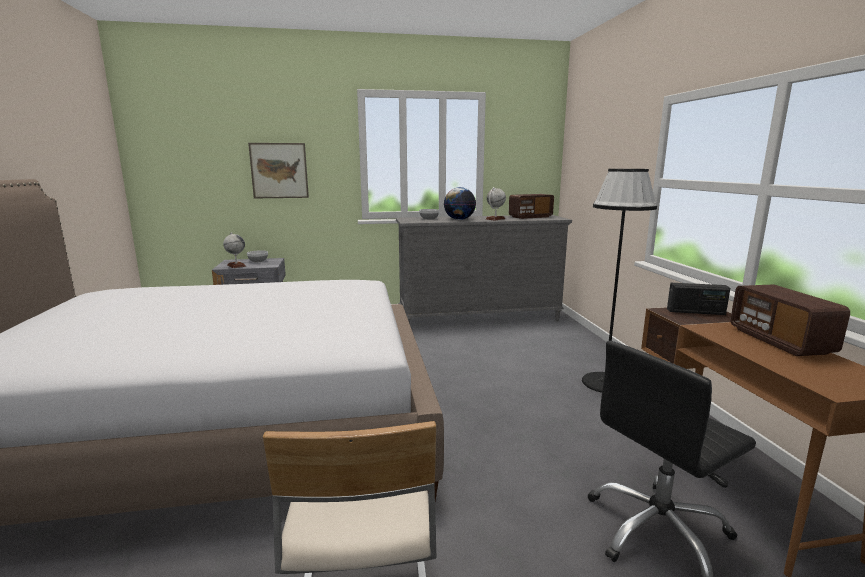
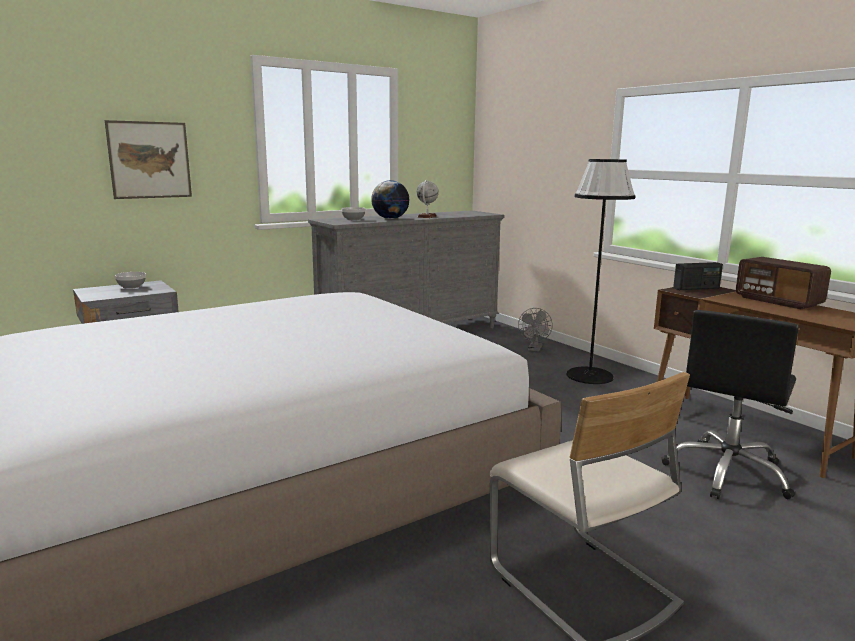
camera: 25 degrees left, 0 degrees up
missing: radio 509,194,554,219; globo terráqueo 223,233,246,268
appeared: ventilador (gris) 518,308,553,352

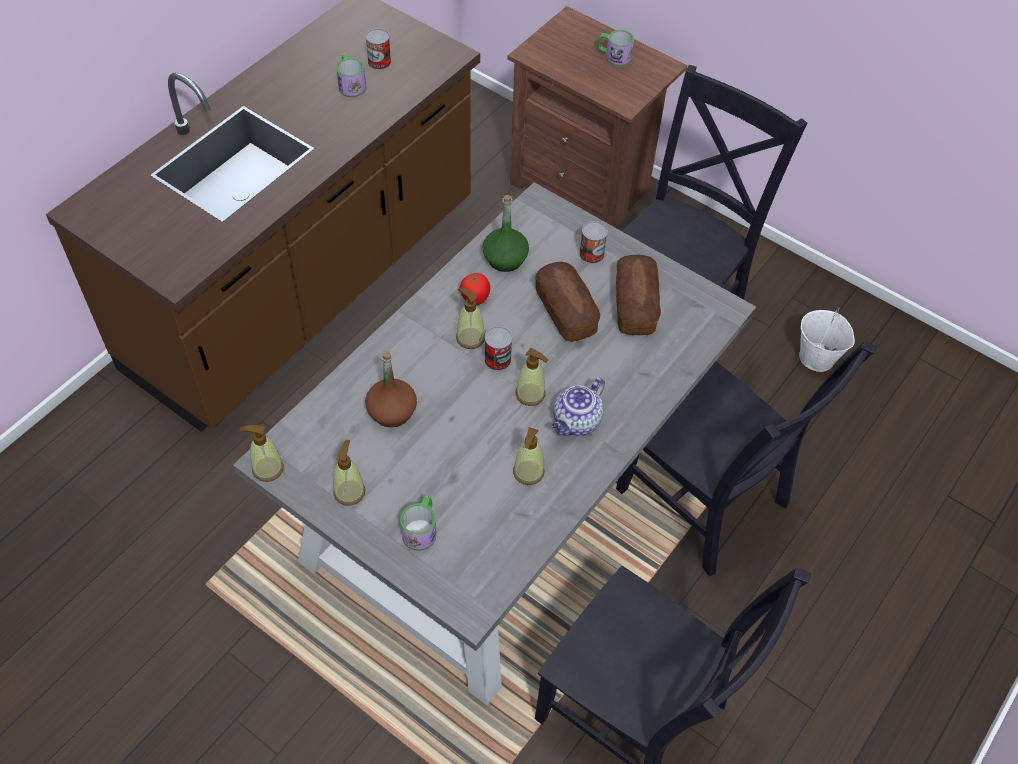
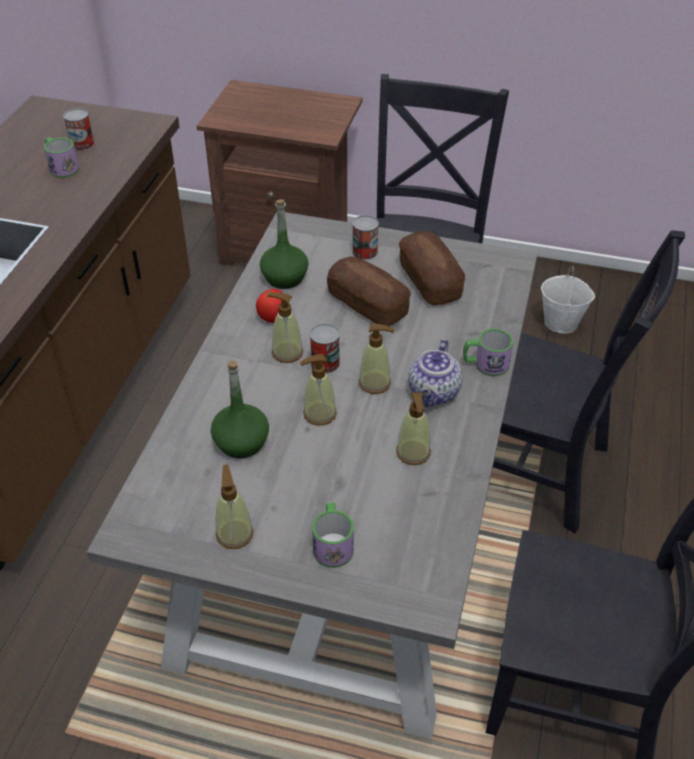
camera: 20 degrees left, 10 degrees down
relocated: taza grande 598,30,634,66 to 463,329,513,376; dispensador de jabón 240,425,284,482 to 300,354,337,426
colour: botella (marrón) 365,351,417,427 to botella (verde) 211,361,269,458

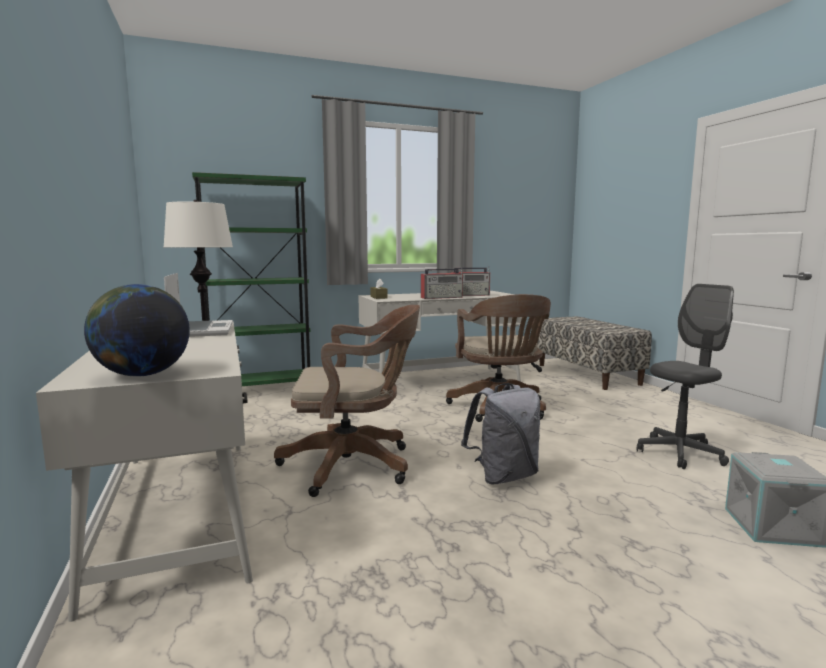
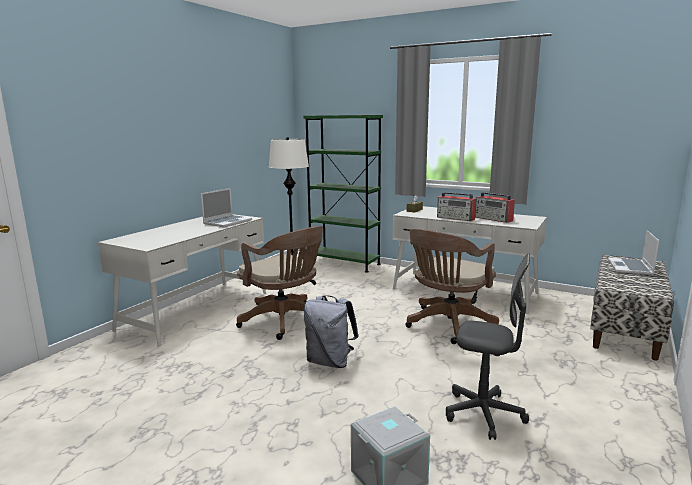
camera: 50 degrees right, 5 degrees up
missing: globo terráqueo 84,284,190,377
appeared: portátil 608,230,659,275

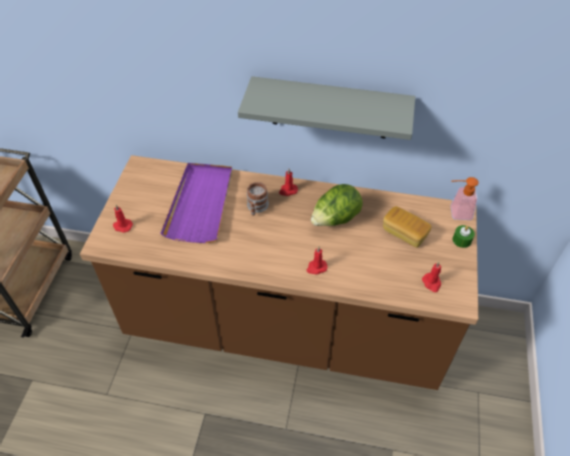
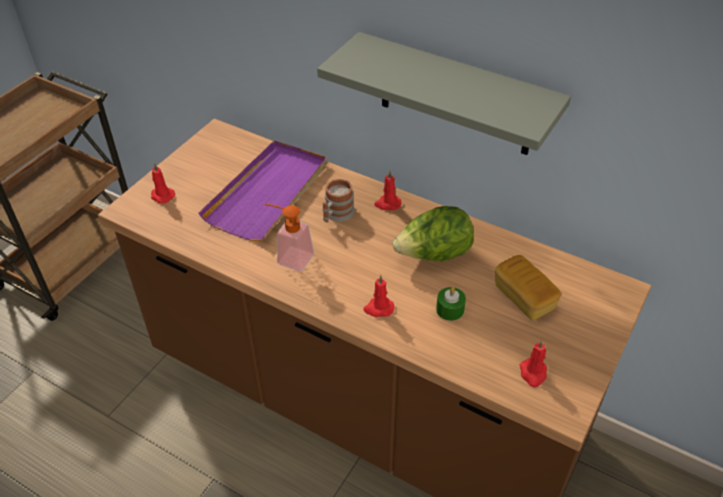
camera: 20 degrees right, 5 degrees down
relocated: dispensador de jabón 450,177,479,220 to 265,204,314,271; vela (verde) 453,225,475,248 to 436,287,466,321

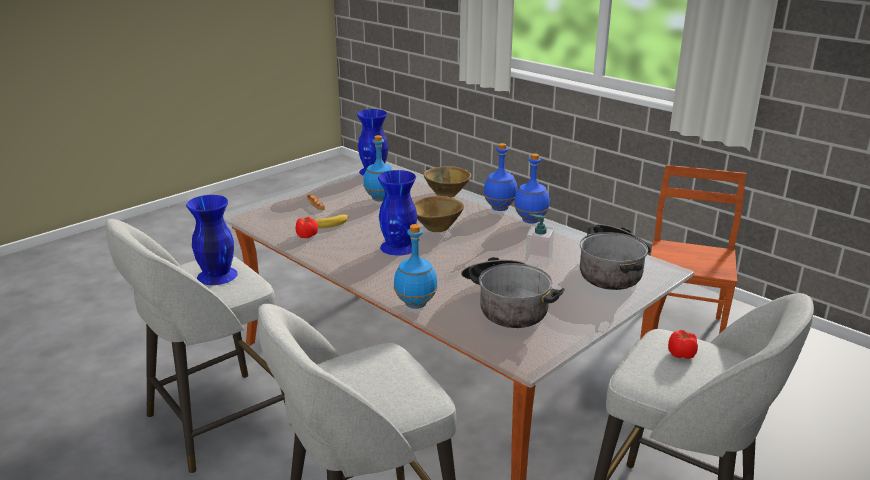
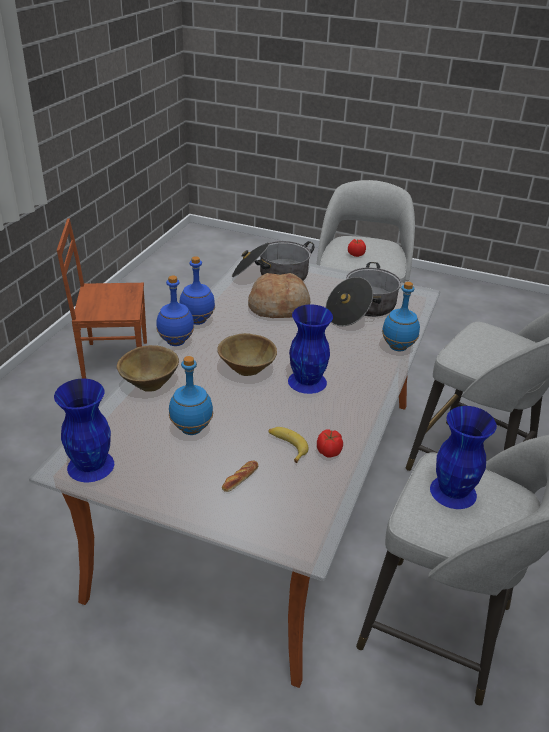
camera: 115 degrees left, 10 degrees up
exchanged: dispensador de jabón 525,214,554,268 to pan 248,273,310,318

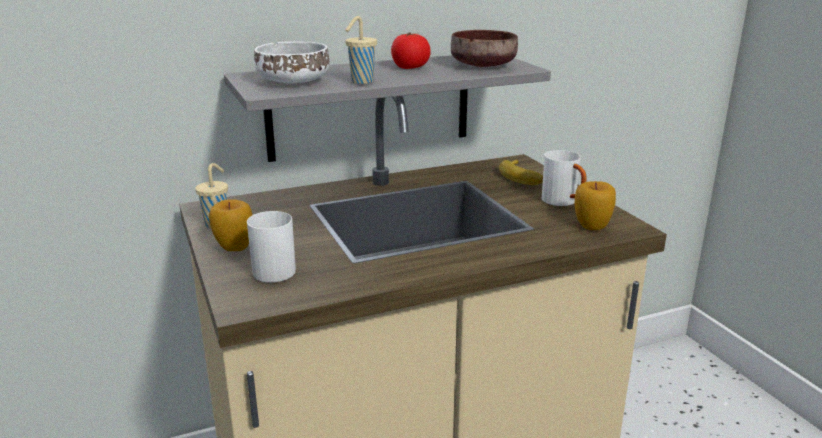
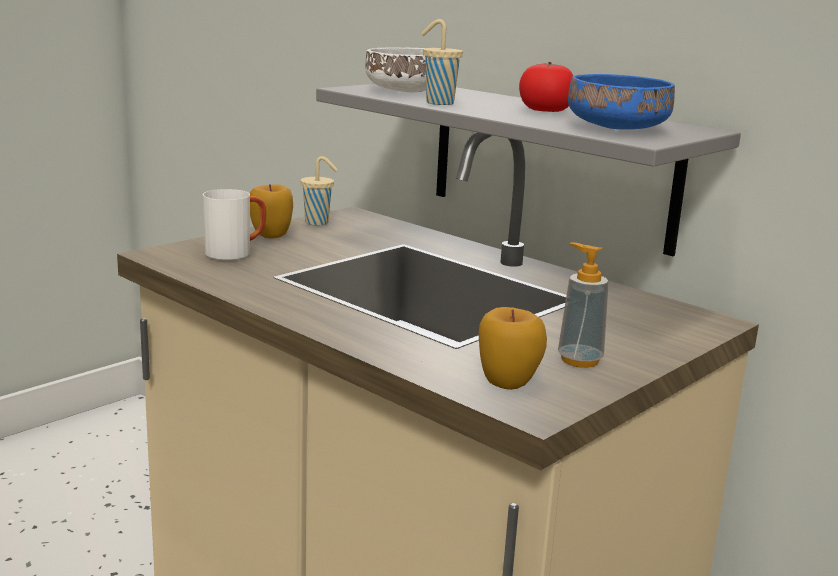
camera: 65 degrees right, 5 degrees down
missing: plátano 499,159,543,185
exchanged: taza grande (blanco) 542,150,587,206 to dispensador de jabón 558,243,609,368
colour: cuenco (marrón) 451,30,518,67 to cuenco (azul) 568,74,675,130

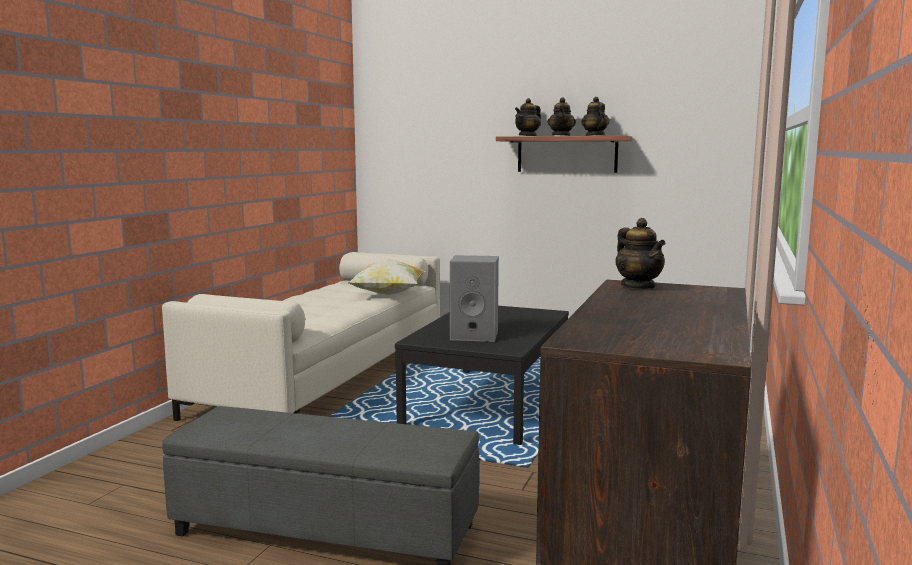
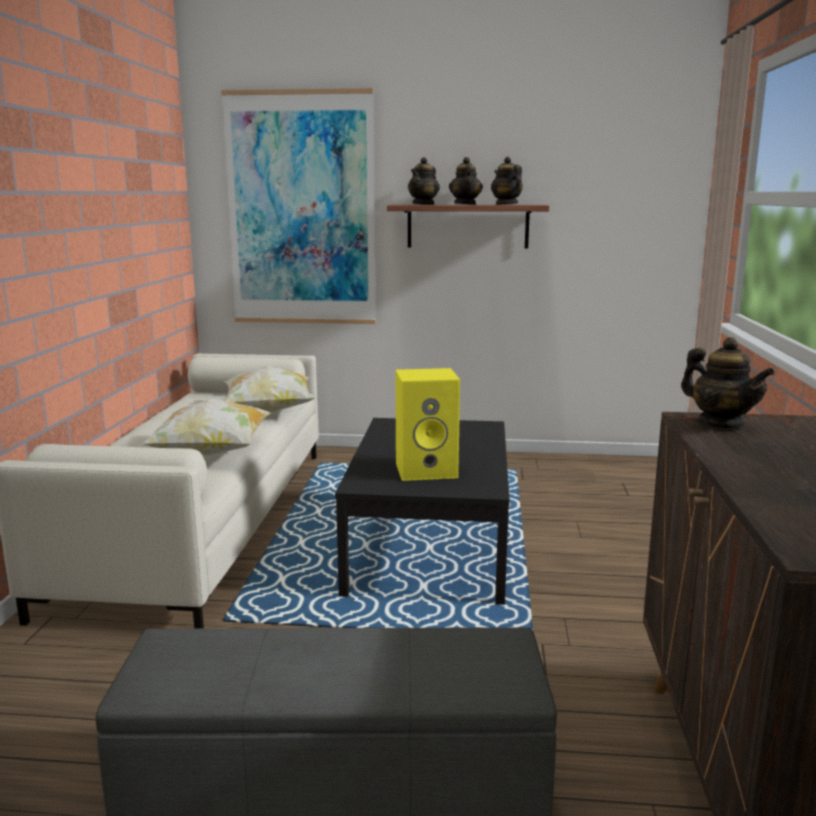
camera: 15 degrees left, 5 degrees up
appeared: cuadro 221,88,376,324; cojín 142,399,271,455
colour: altavoz (gris) 450,255,499,342 to altavoz (amarillo) 396,368,460,481

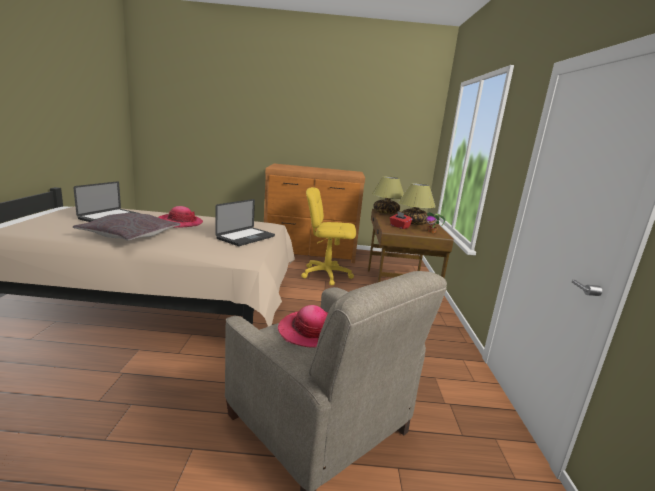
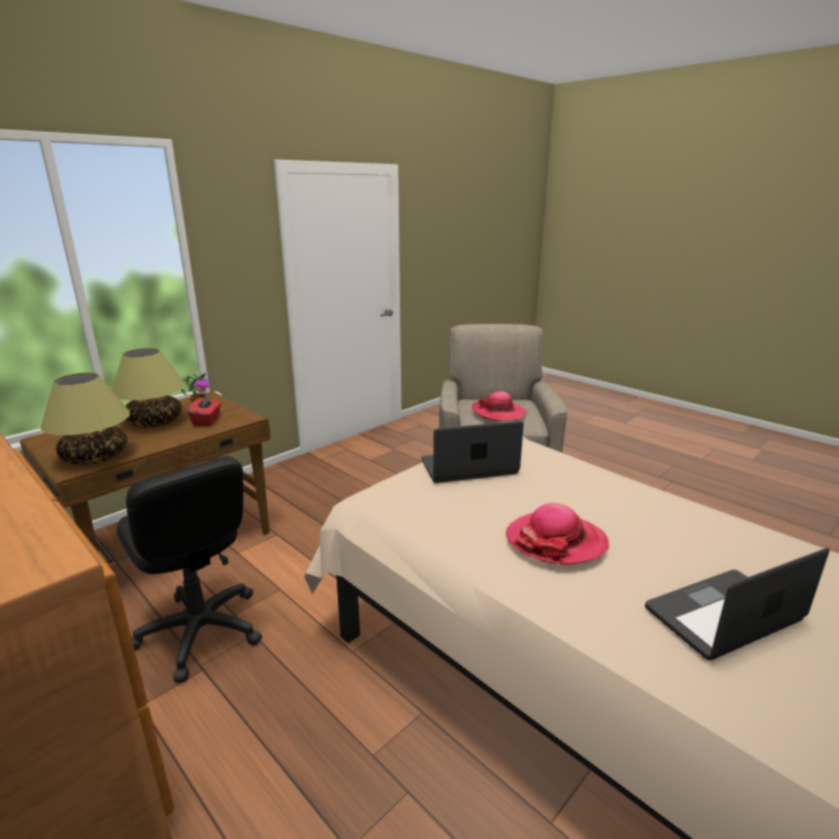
camera: 135 degrees left, 5 degrees up
missing: cojín (gris) 73,213,181,241
colour: silla de oficina (amarillo) 301,187,356,285 to silla de oficina (negro) 117,456,262,683

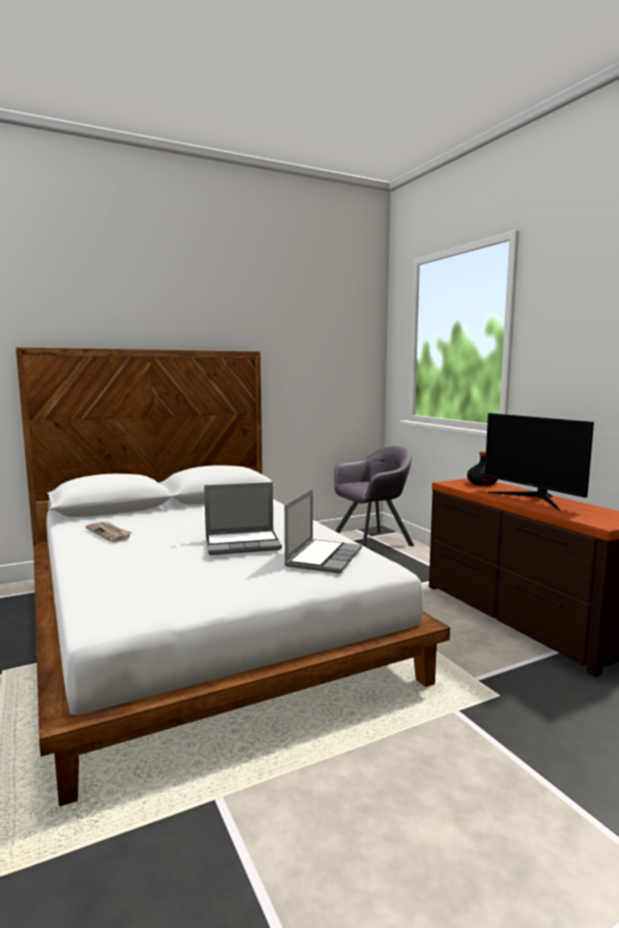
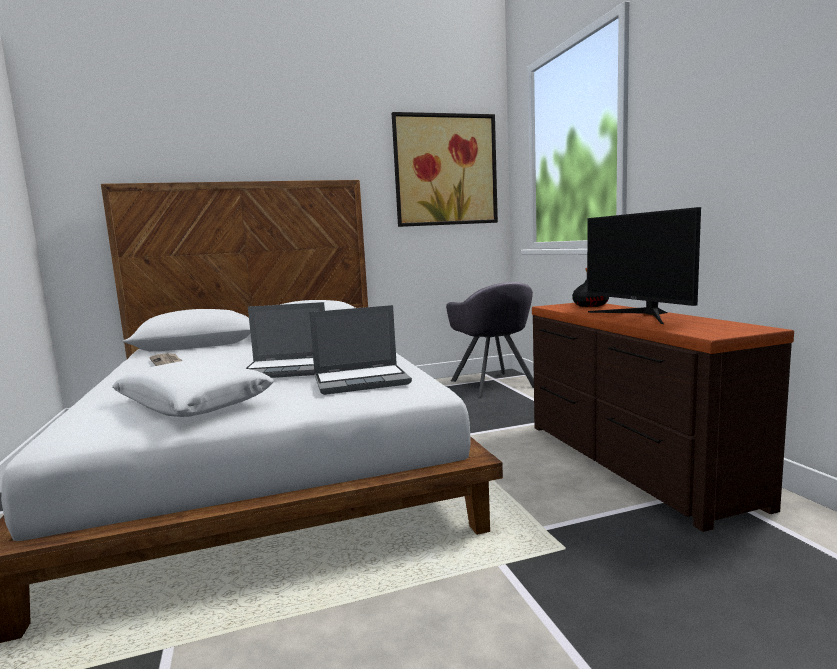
camera: 10 degrees right, 0 degrees up
appeared: cuadro 392,112,498,227; cojín (blanco) 112,360,274,417
spun: sillón (gris) 334,446,414,547 = 446,282,534,397 90 degrees clockwise; portátil 284,489,362,573 = 309,305,412,395 45 degrees clockwise

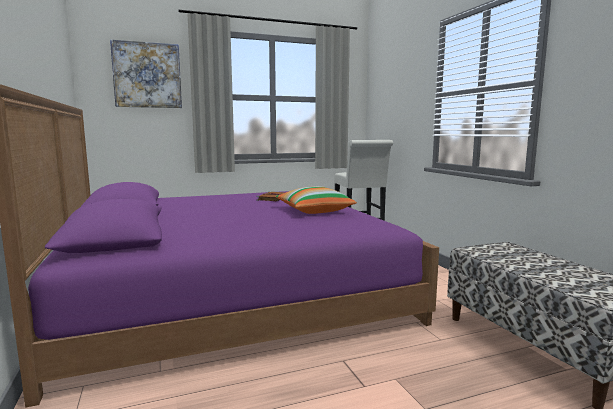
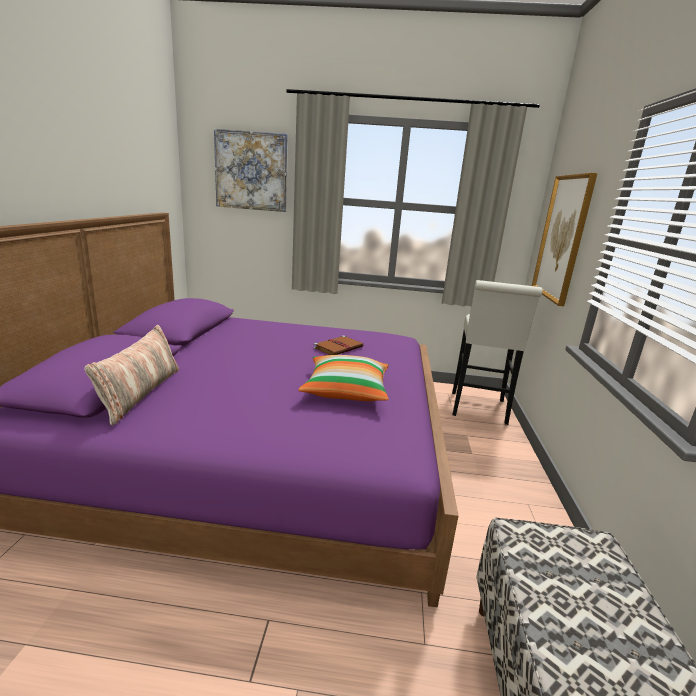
camera: 25 degrees right, 10 degrees up
appeared: cuadro 532,173,597,306; cojín 85,325,179,425

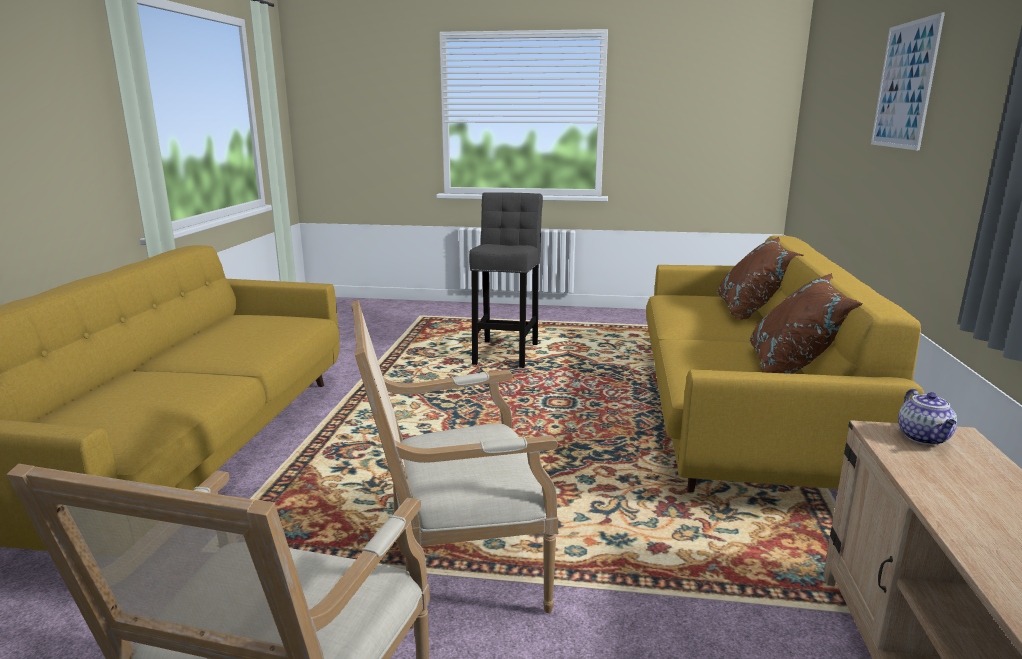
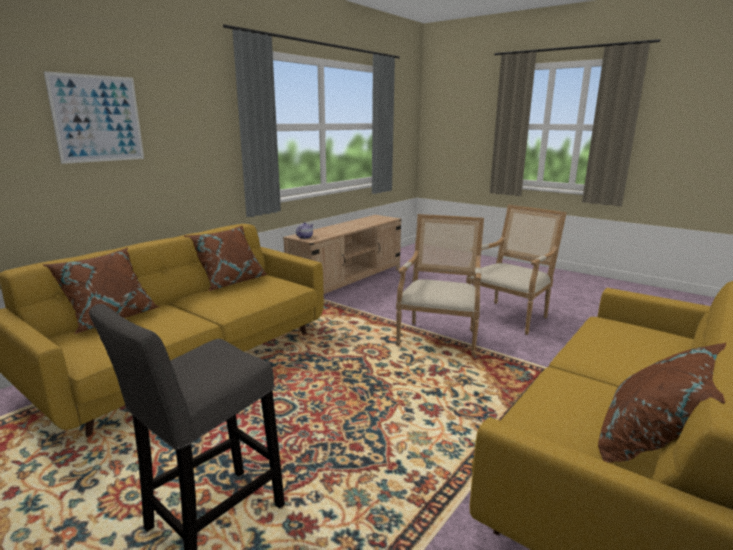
camera: 150 degrees left, 0 degrees up
appeared: cojín (marrón) 598,342,727,463
spun: sillón 351,300,558,628 = 396,214,484,356 90 degrees counterclockwise

